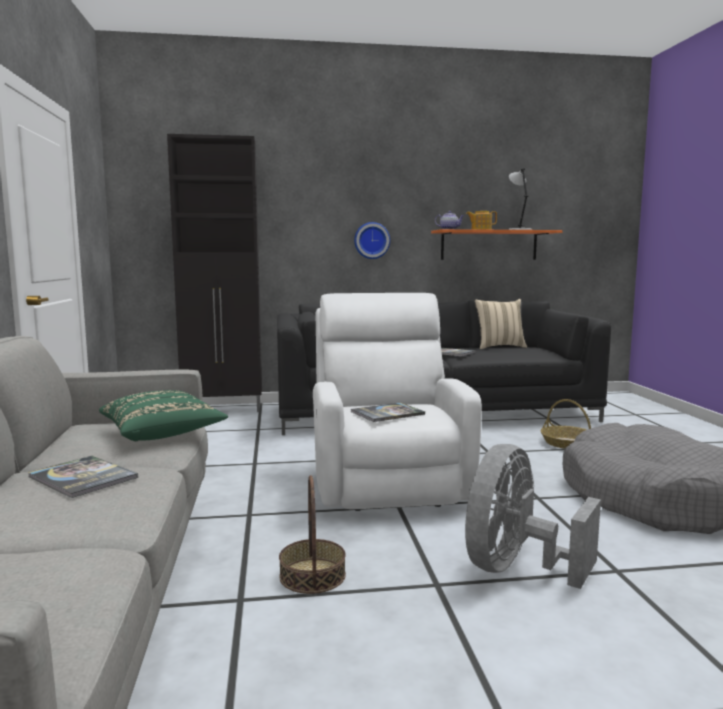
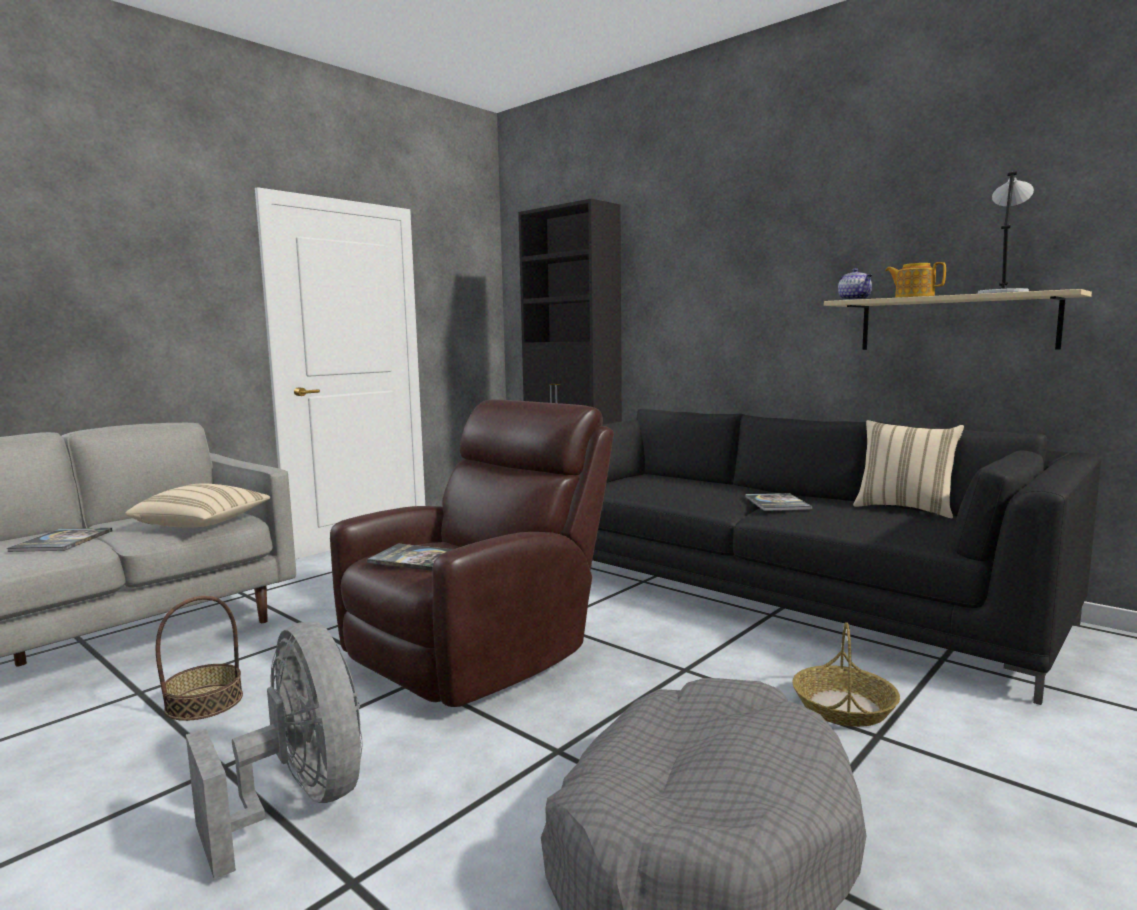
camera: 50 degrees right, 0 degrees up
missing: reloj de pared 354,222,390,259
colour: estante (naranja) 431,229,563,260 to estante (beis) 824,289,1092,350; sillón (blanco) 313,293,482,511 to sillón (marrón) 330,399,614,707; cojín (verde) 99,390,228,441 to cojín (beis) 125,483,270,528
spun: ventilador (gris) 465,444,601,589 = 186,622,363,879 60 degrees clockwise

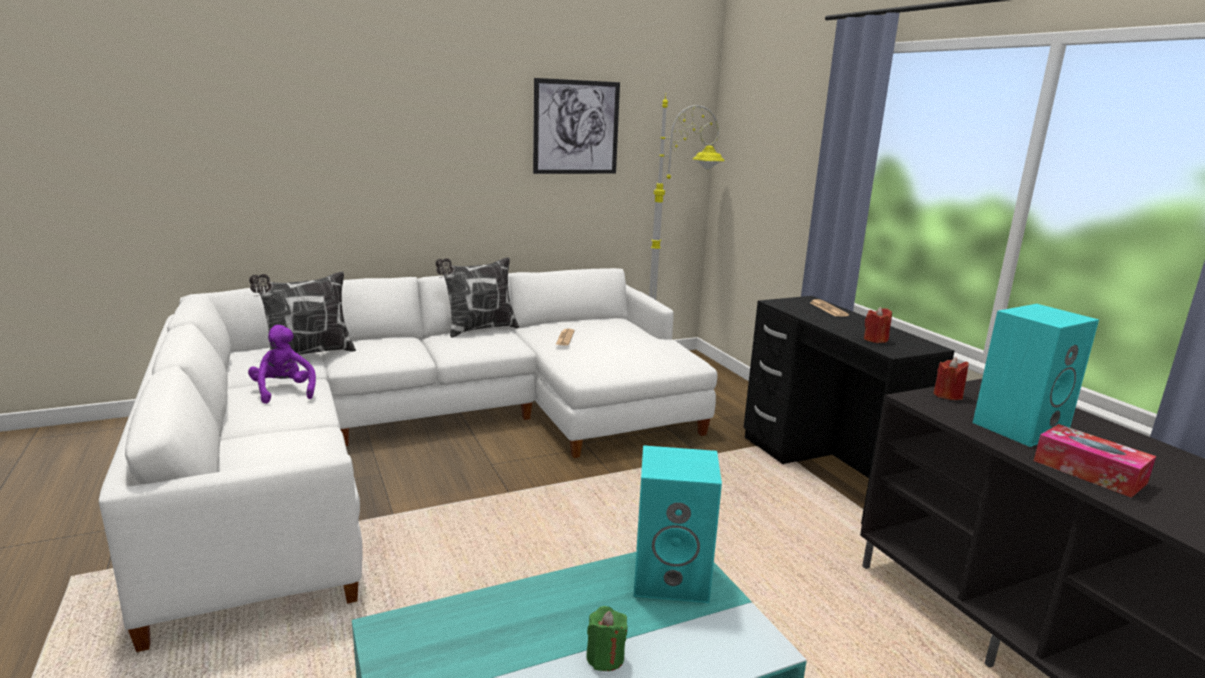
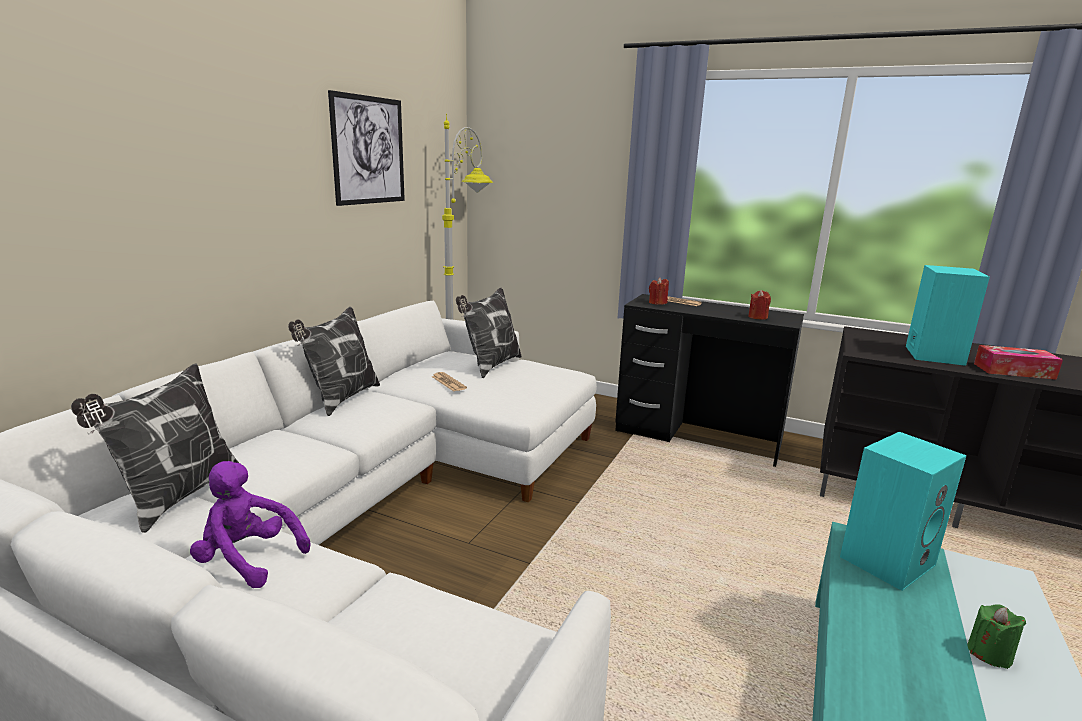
camera: 40 degrees left, 0 degrees up
appeared: cojín 456,288,521,378
relocated: vela (rojo) 934,358,969,400 to 649,278,669,305

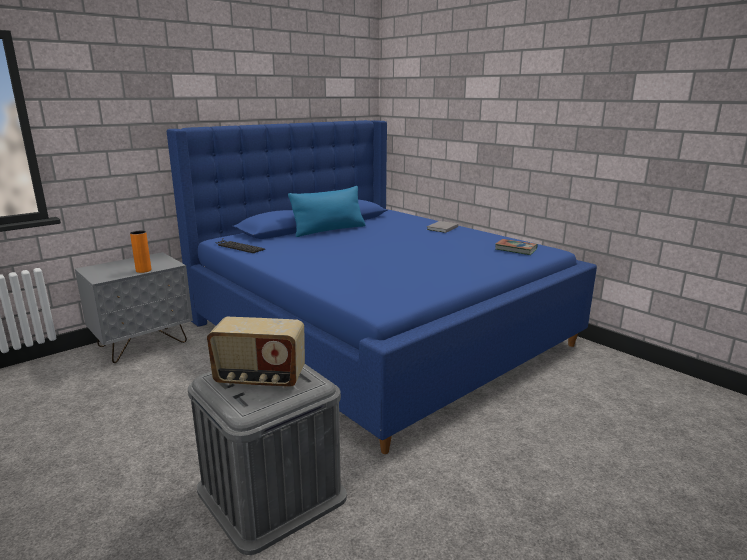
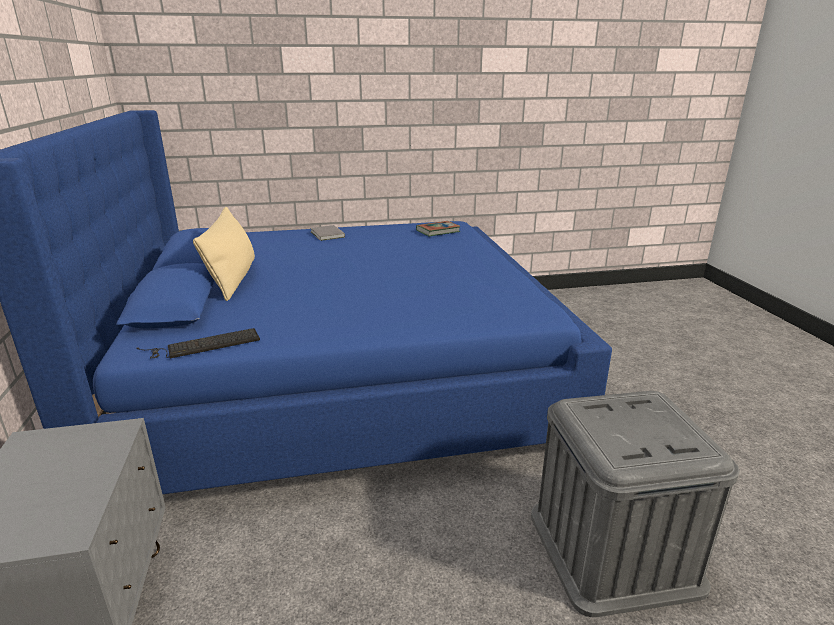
camera: 60 degrees left, 5 degrees up
missing: florero (naranja) 130,231,152,273; radio 207,317,305,388
colour: cojín (azul) 288,186,365,237 to cojín (beis) 193,207,255,301

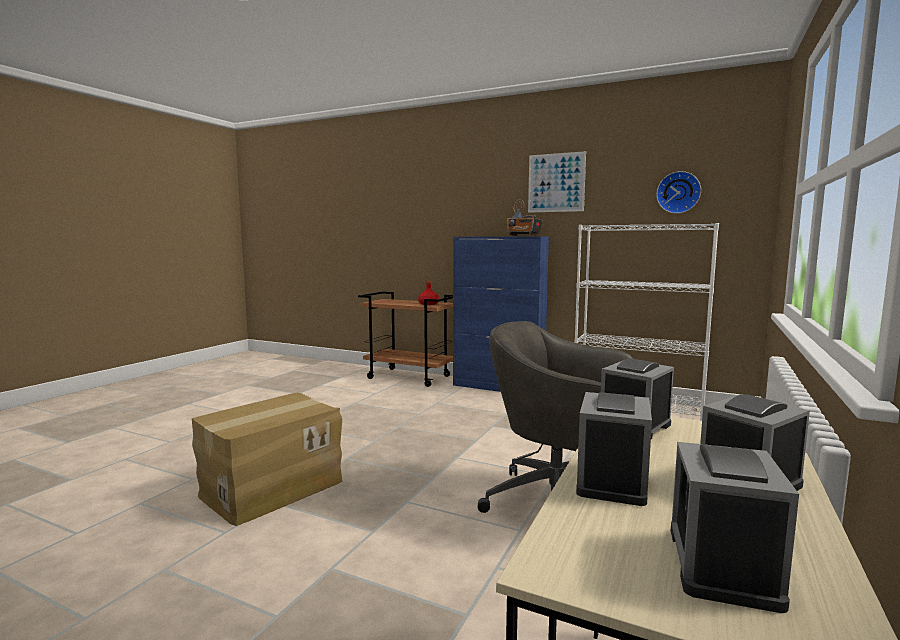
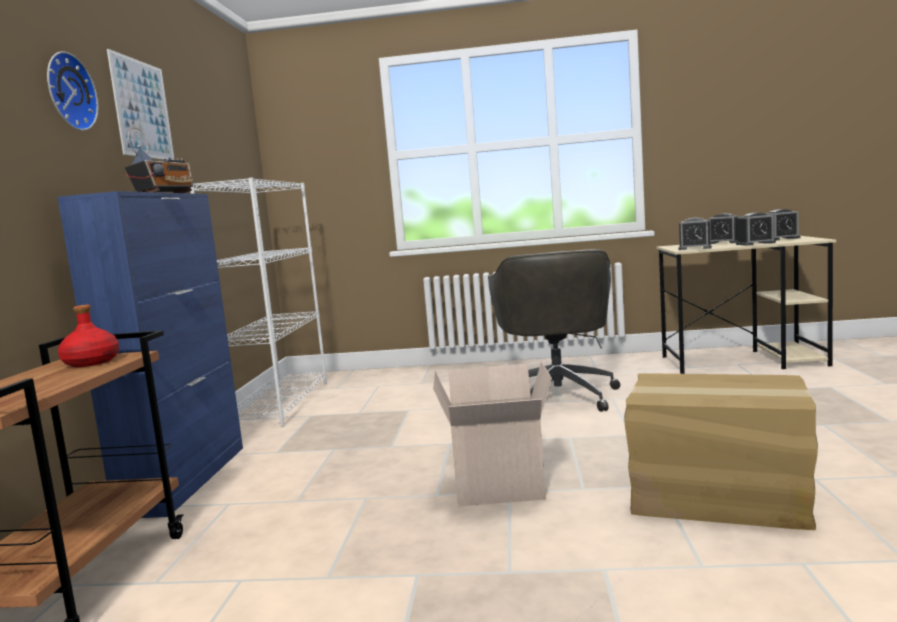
camera: 110 degrees left, 0 degrees up
appeared: caja de cartón 433,362,552,506
relocated: reloj de pared 656,171,701,214 to 47,51,99,131

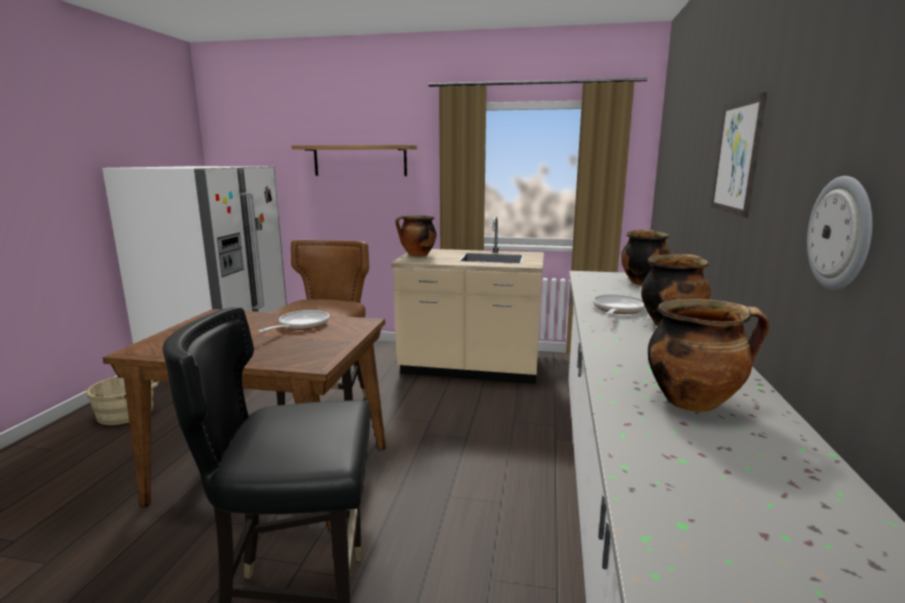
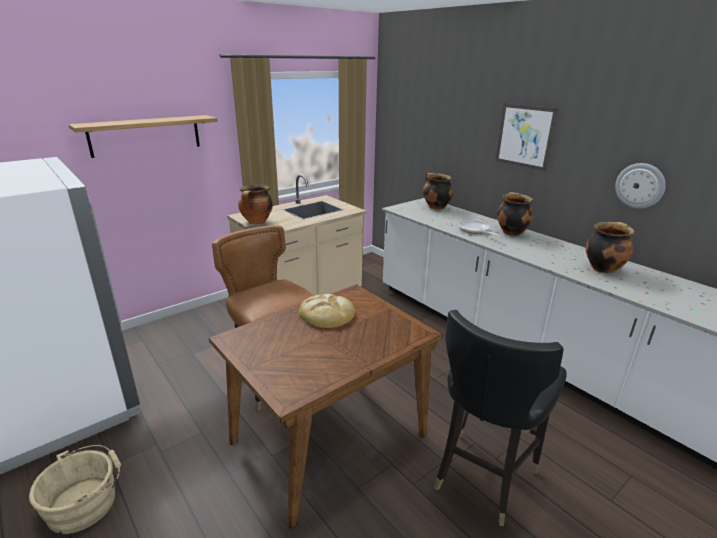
camera: 50 degrees left, 10 degrees up
exchanged: sartén 258,310,329,332 to pan 299,294,355,328

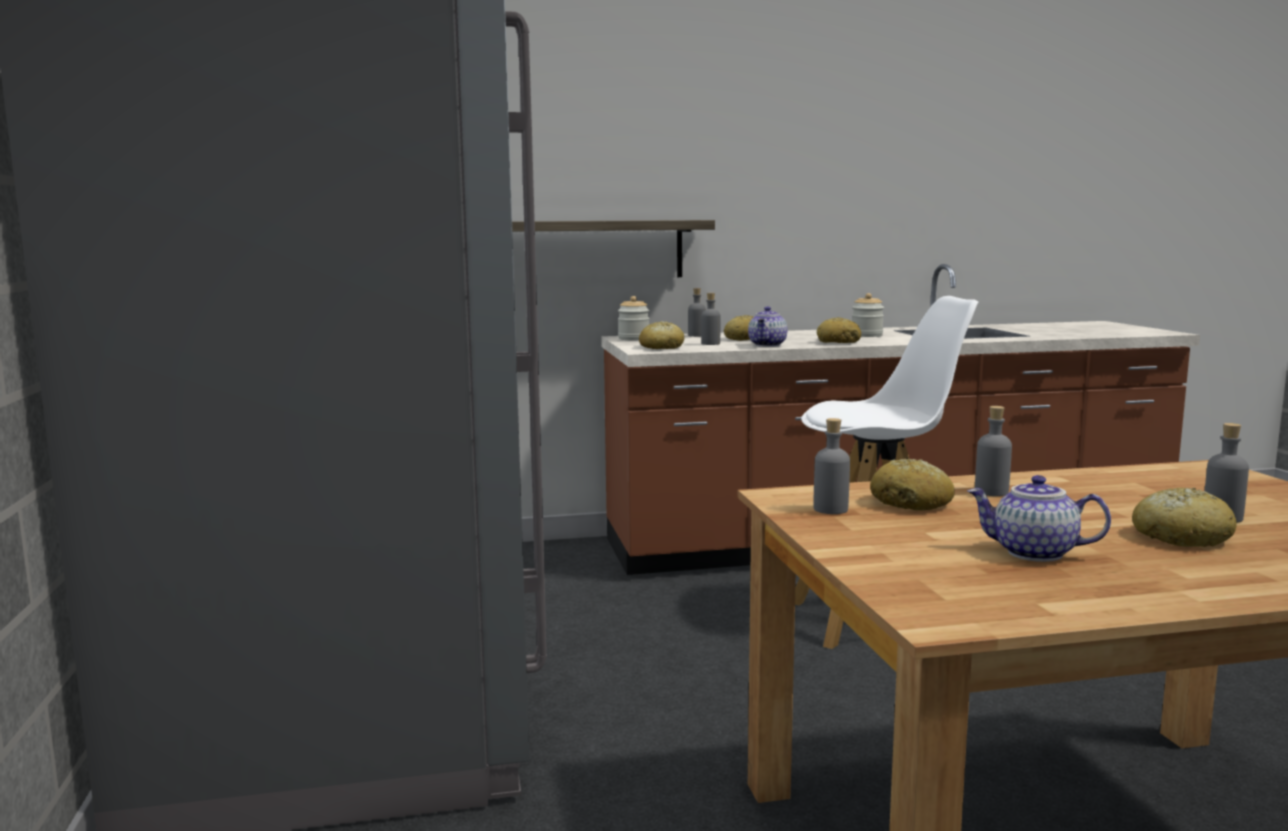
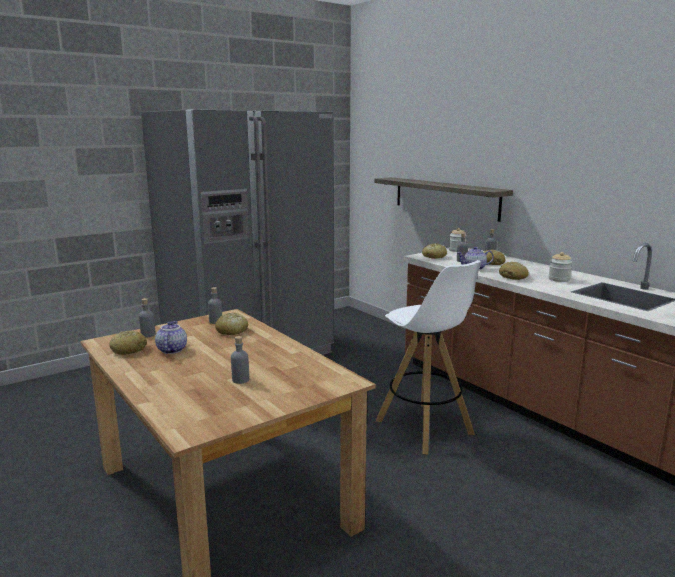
camera: 65 degrees right, 5 degrees up
relocated: botella (gris) 975,406,1012,496 to 139,298,156,338; pan 1132,488,1237,547 to 109,331,147,355

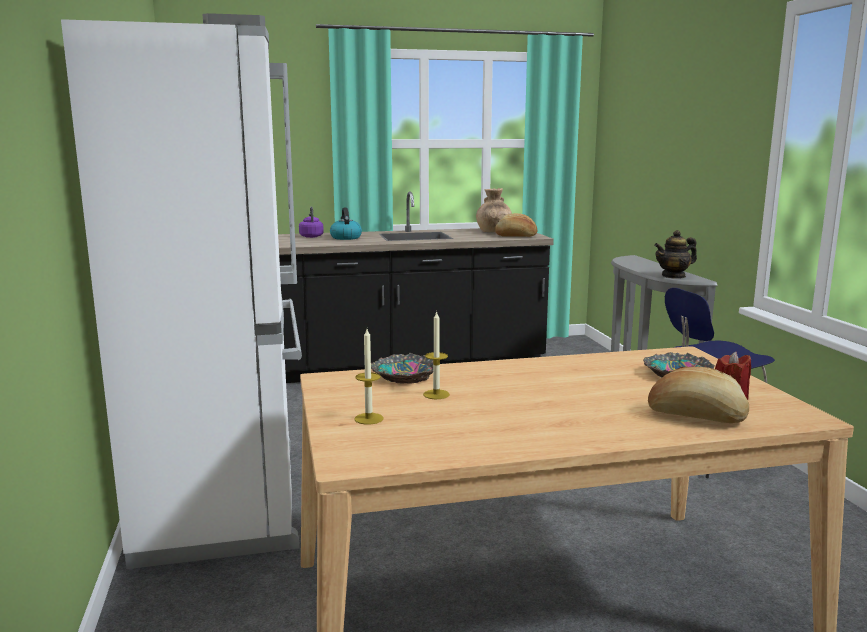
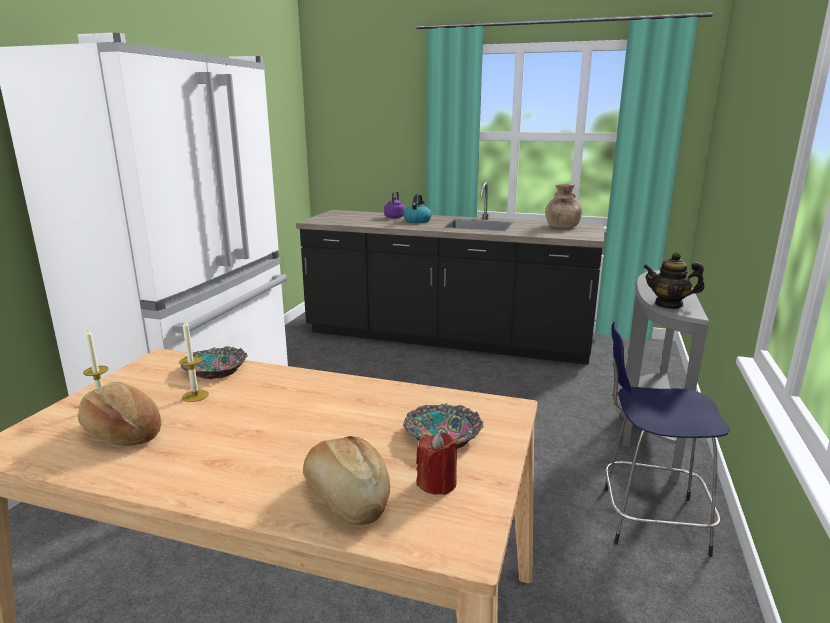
camera: 30 degrees right, 5 degrees up
relocated: pan 495,213,537,237 to 78,382,161,446

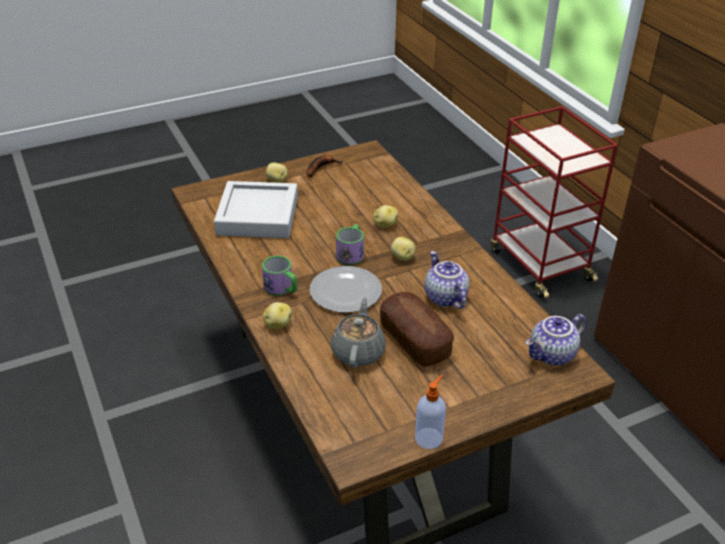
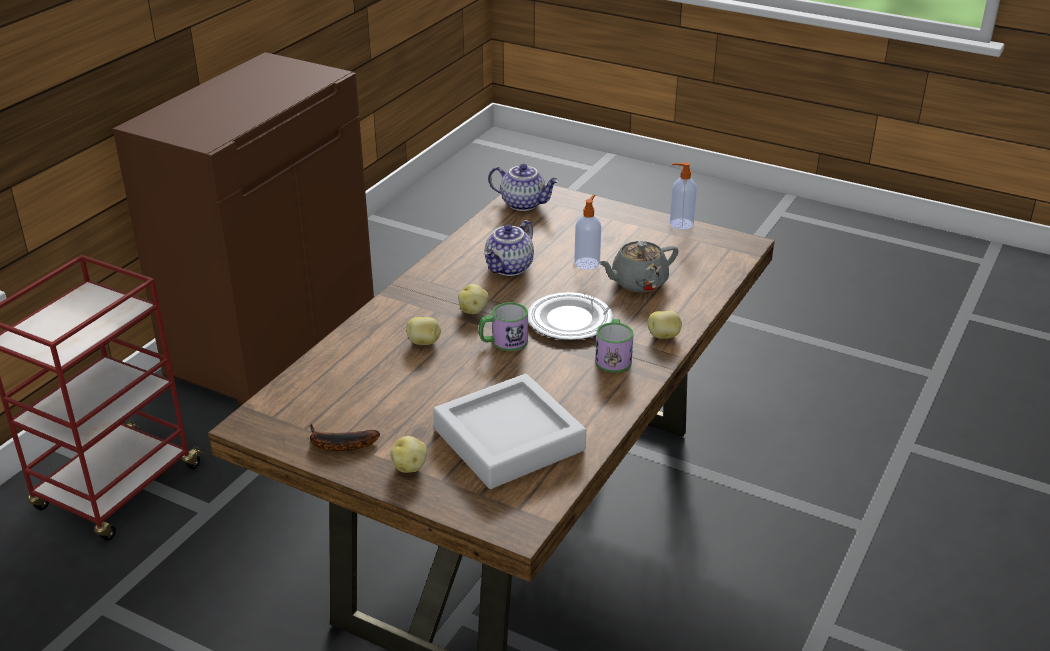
camera: 125 degrees left, 5 degrees down
exchanged: pan 380,292,454,367 to dispensador de jabón 574,195,601,270

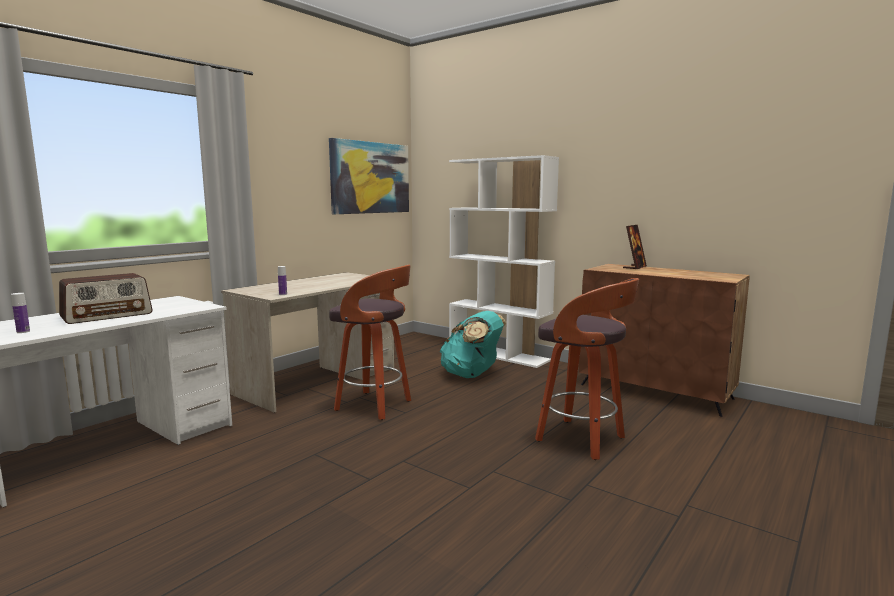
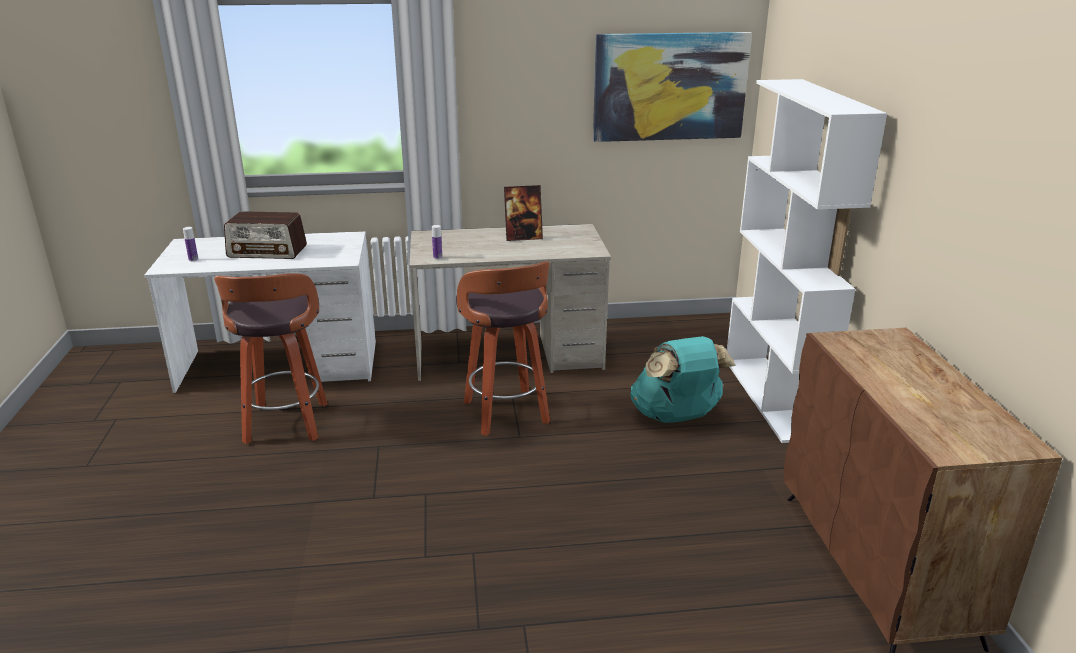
camera: 45 degrees right, 15 degrees up
relocated: portarretratos 623,225,647,269 to 504,185,543,241; taburete 535,278,639,460 to 214,273,328,444

